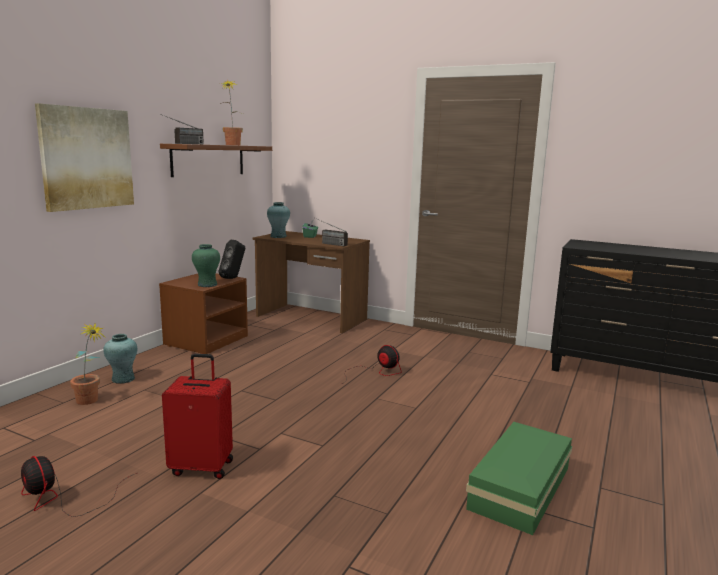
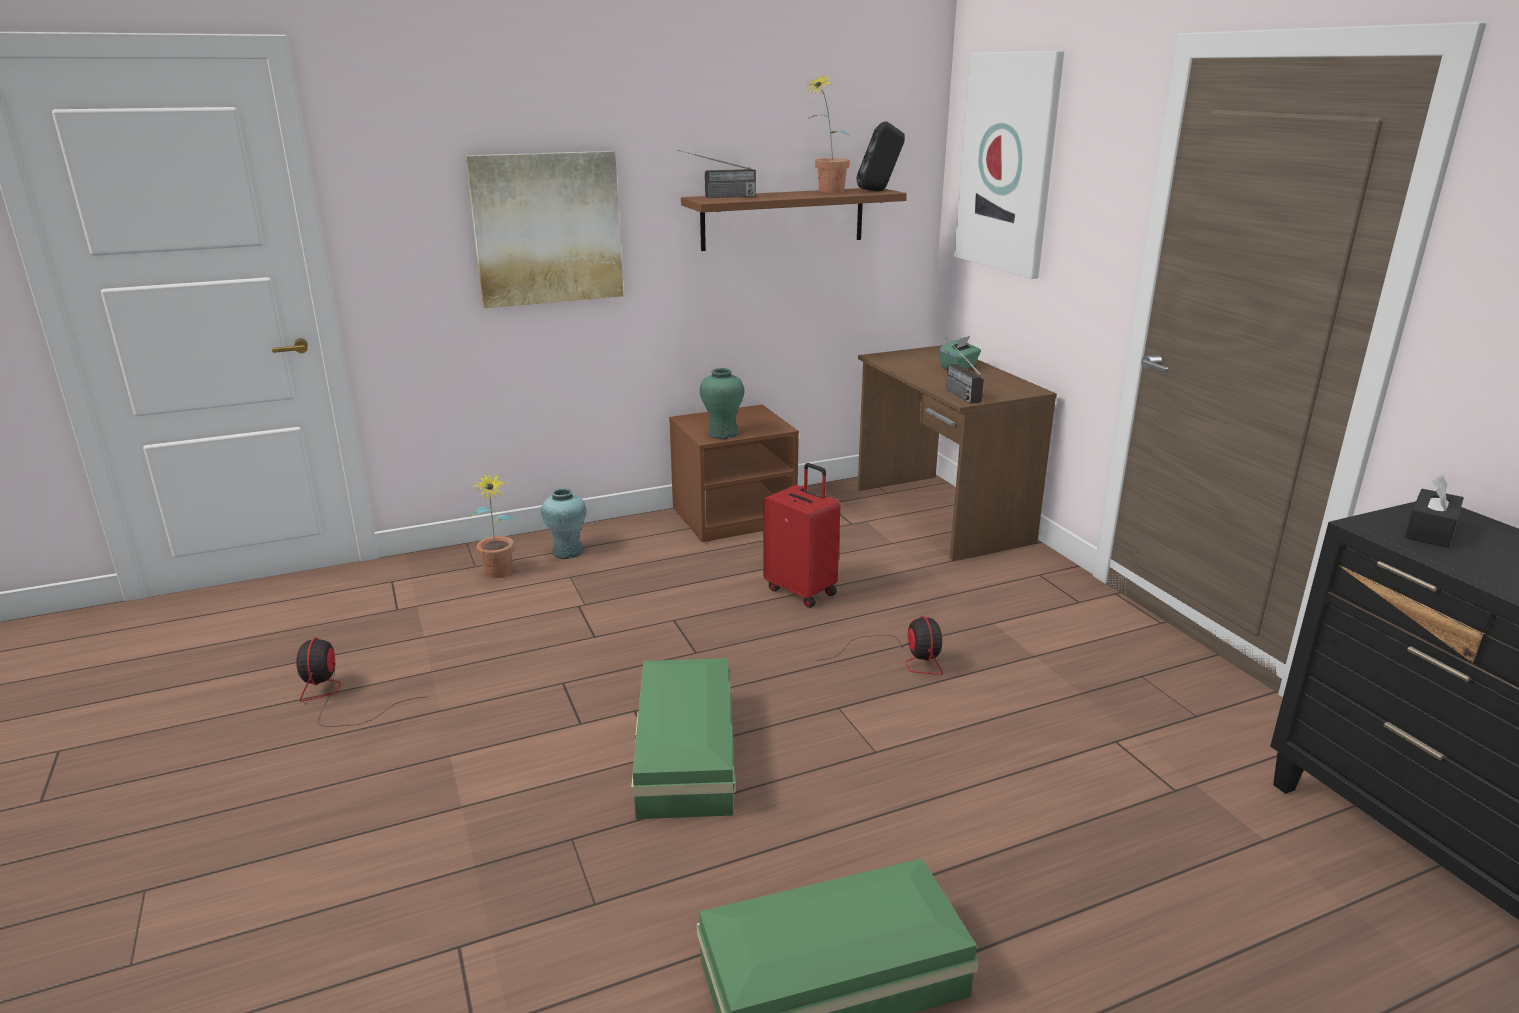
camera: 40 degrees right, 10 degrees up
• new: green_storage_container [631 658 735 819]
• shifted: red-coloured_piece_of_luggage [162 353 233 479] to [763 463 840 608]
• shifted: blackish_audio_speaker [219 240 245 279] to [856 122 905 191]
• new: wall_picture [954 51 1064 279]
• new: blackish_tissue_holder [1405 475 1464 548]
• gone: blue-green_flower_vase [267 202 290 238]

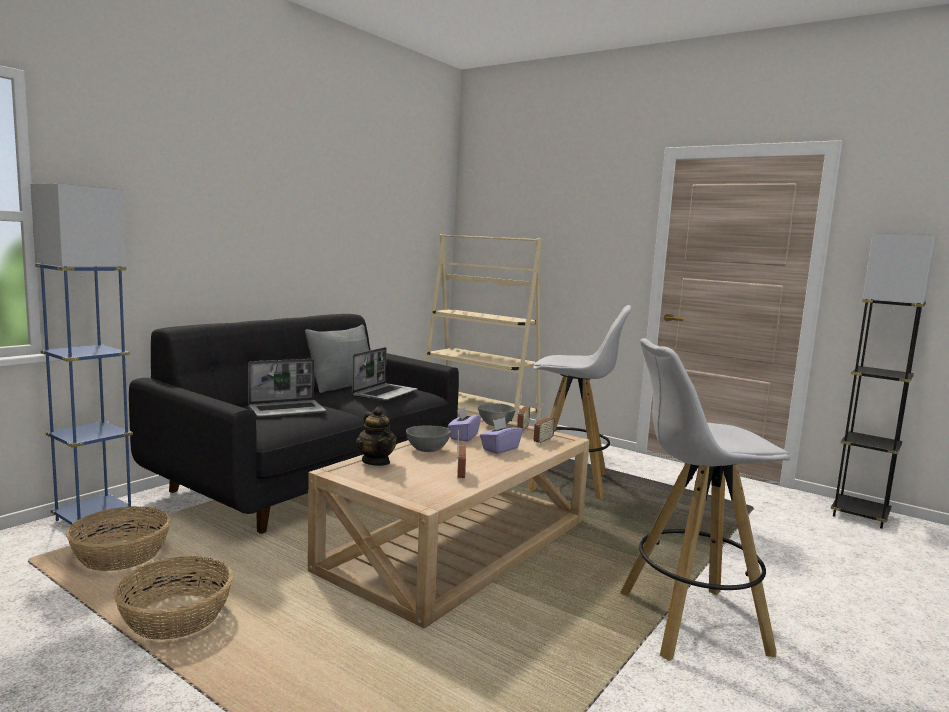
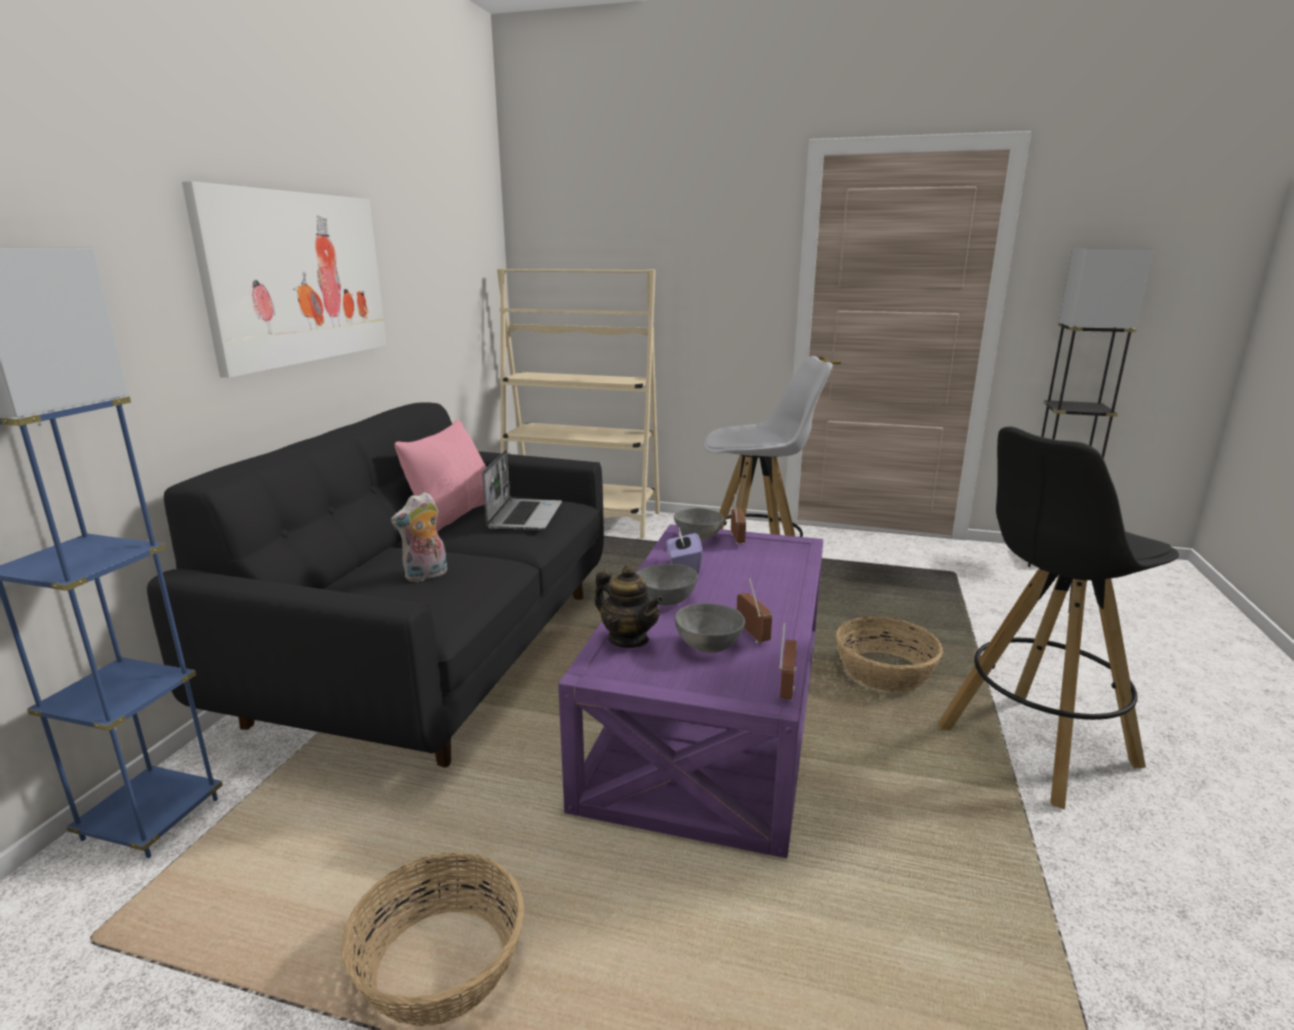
camera: 20 degrees left, 10 degrees up
• new: wall_picture [182 181 387 378]
• swapped: laptop [248 359 326 418] to plush_toy [391 492 447 582]
• repainted: gray_pillow [305 325 369 393] to pink_pillow [395 419 486 532]
• repainted: beige-coloured_low_table [308 418 590 629] to purplish_low_table [558 524 823 858]
• new: gray_serving_bowl [675 603 745 653]
• shifted: radio_set [534 403 555 444] to [779 623 797 700]
• shifted: storage_basket [66 506 170 571] to [836 616 943 692]
• repainted: whitish_stool_seat [620 338 790 661] to blackish_stool_seat [937 427 1179 810]
• gone: purplish_tissue_holder [480 418 523 454]

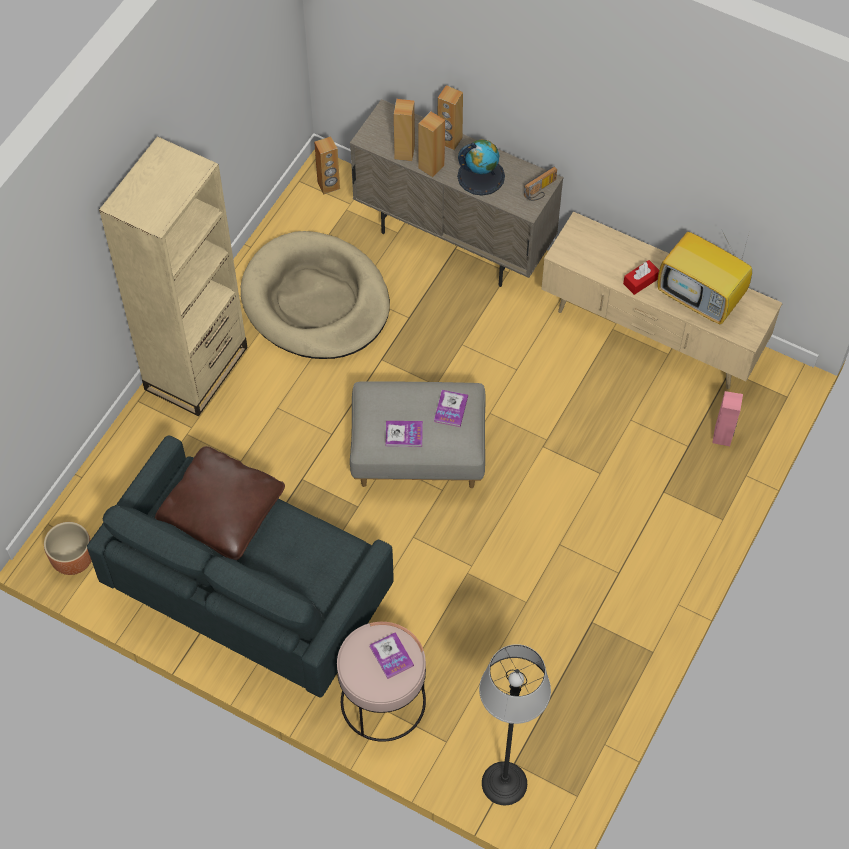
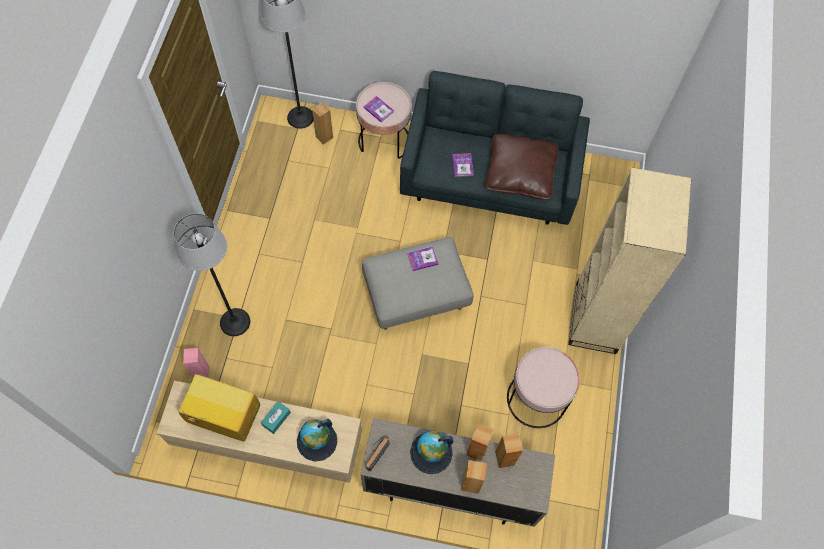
camera: 160 degrees right, 5 degrees up
• new: floor_lamp [174 213 250 336]
• repainted: red-coloured_tissue_holder [623 260 659 295] to blue-green_tissue_holder [261 401 291 434]
• new: globe [297 419 337 461]
• shifted: brown_audio_speaker [314 136 340 194] to [312 103 333 145]
• shifted: volume [434 390 468 427] to [452 153 474 177]
• swapped: beige-coloured_dog_bed [241 231 390 359] to pink_accent_table [507 347 580 428]
• gone: brown_planter [44 522 92 575]

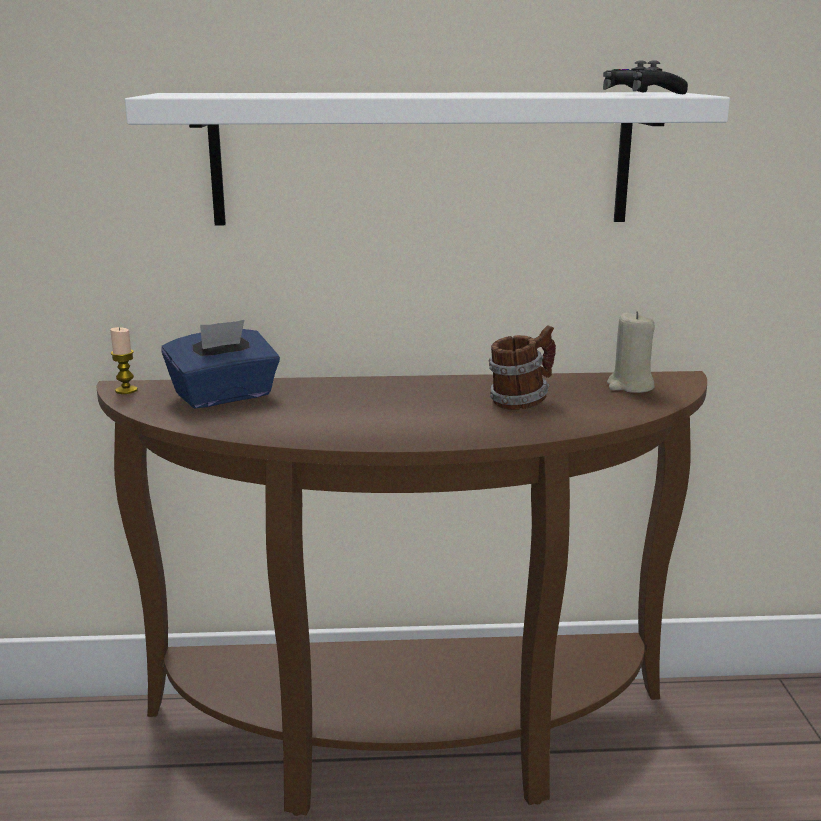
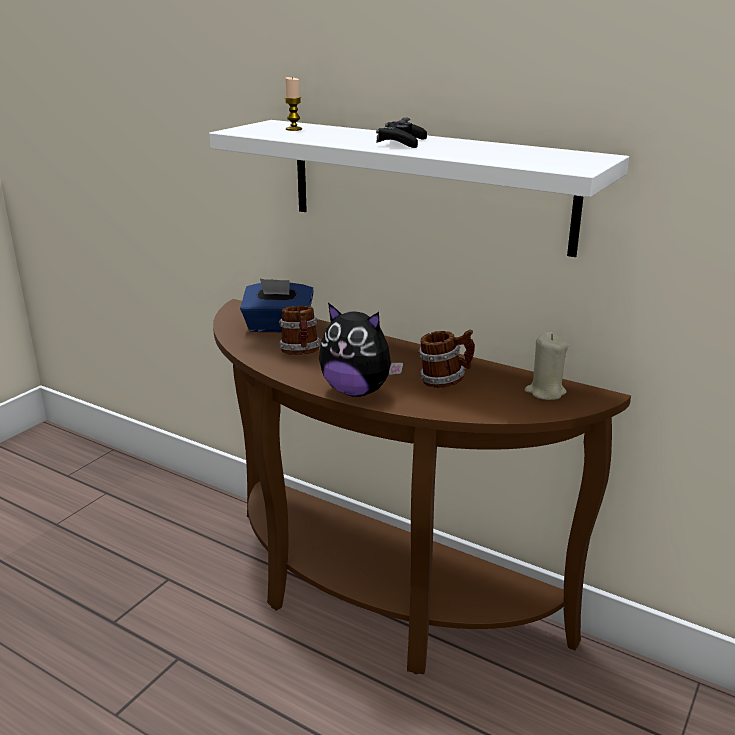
camera: 35 degrees right, 5 degrees up
• new: tea_mug [279 306 321 355]
• shifted: wax_candle [110 327 138 394] to [284 77 302 131]
• new: plush_toy [319 303 403 397]
• shifted: blackish_game_controller [603 60 688 94] to [376 117 427 148]

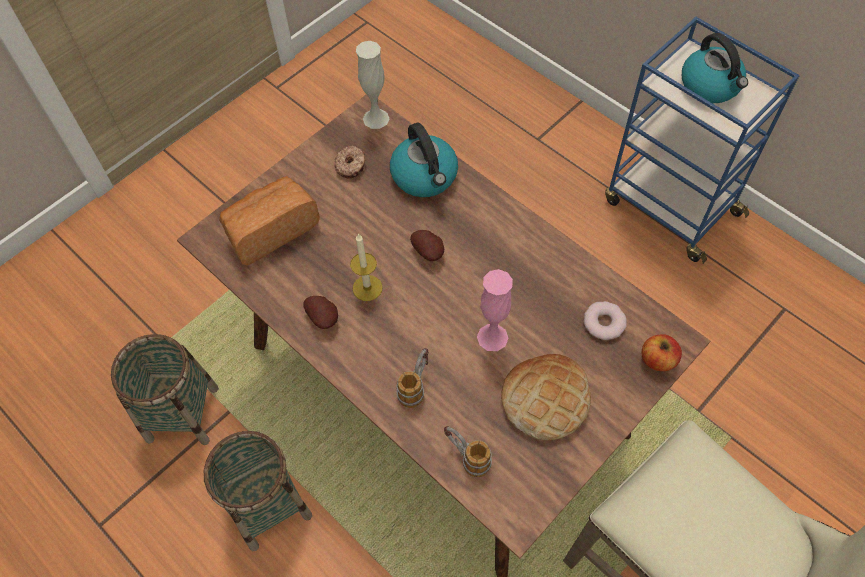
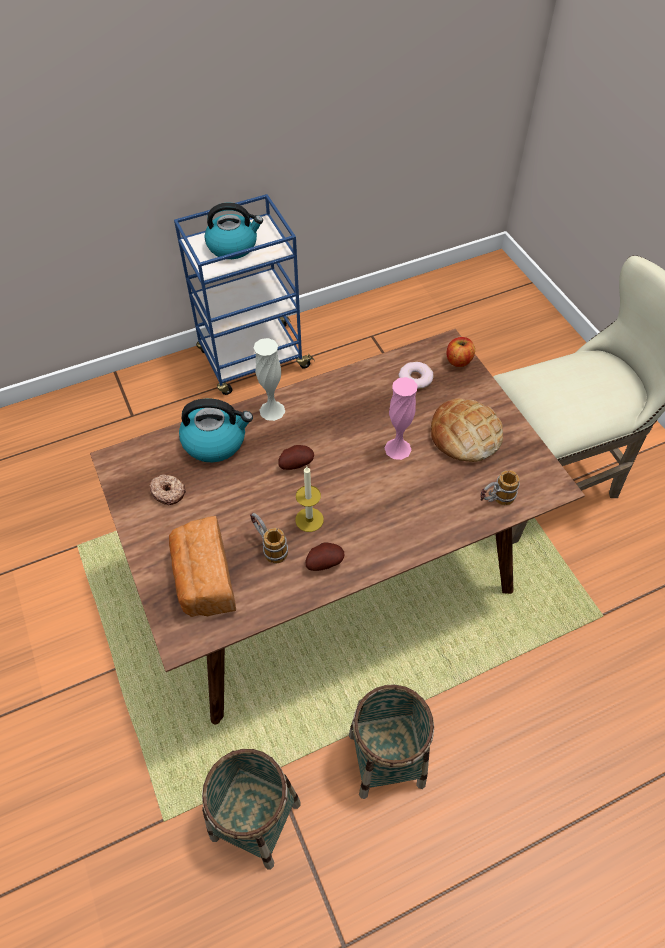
camera: 70 degrees left, 5 degrees down
• shifted: tea_mug [396 348 429 408] to [250 512 288 564]
• shifted: whitish_flower_vase [356 41 389 129] to [253 338 285 421]

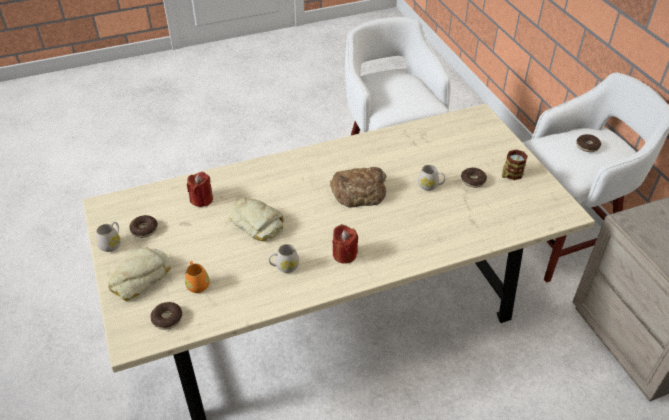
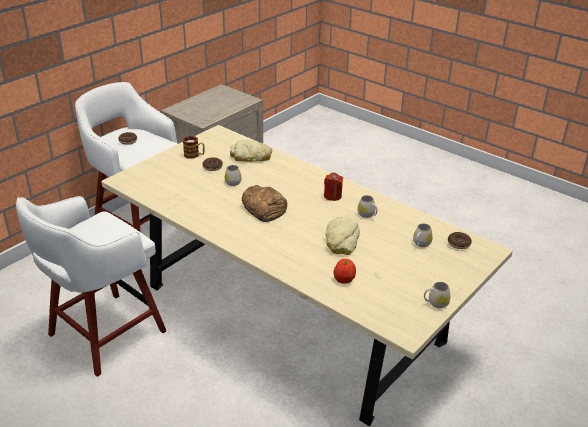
camera: 120 degrees left, 10 degrees down
• shifted: bakery_bread [108 247 171 301] to [230 140 272 162]
• swapped: red-coloured_wax_candle [187 172 213 207] to whole_apple [333 259 356 284]
• repainted: orange-coloured_tea_mug [185 261 210 293] to whitish_tea_mug [413 223 433 247]
• gone: donut [129 215 158 238]

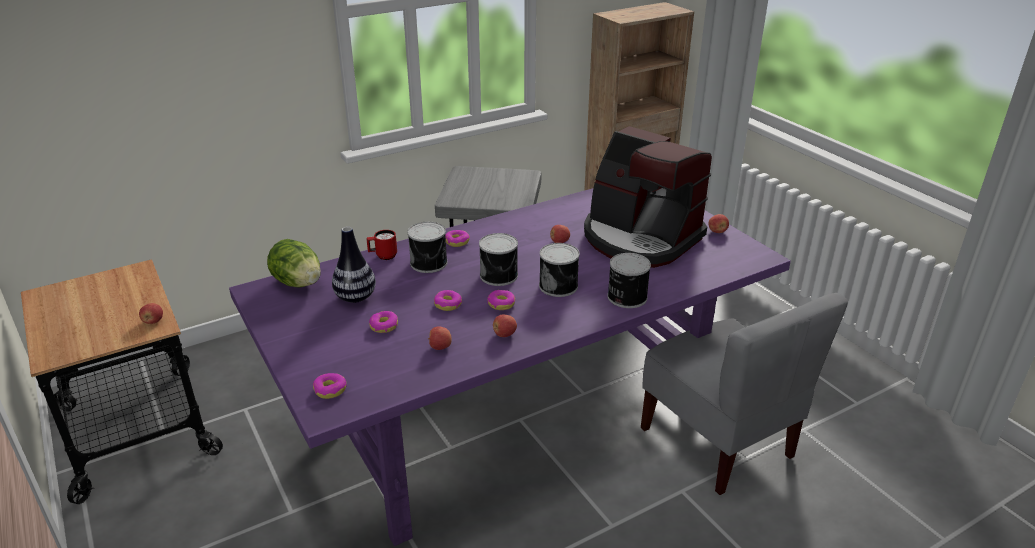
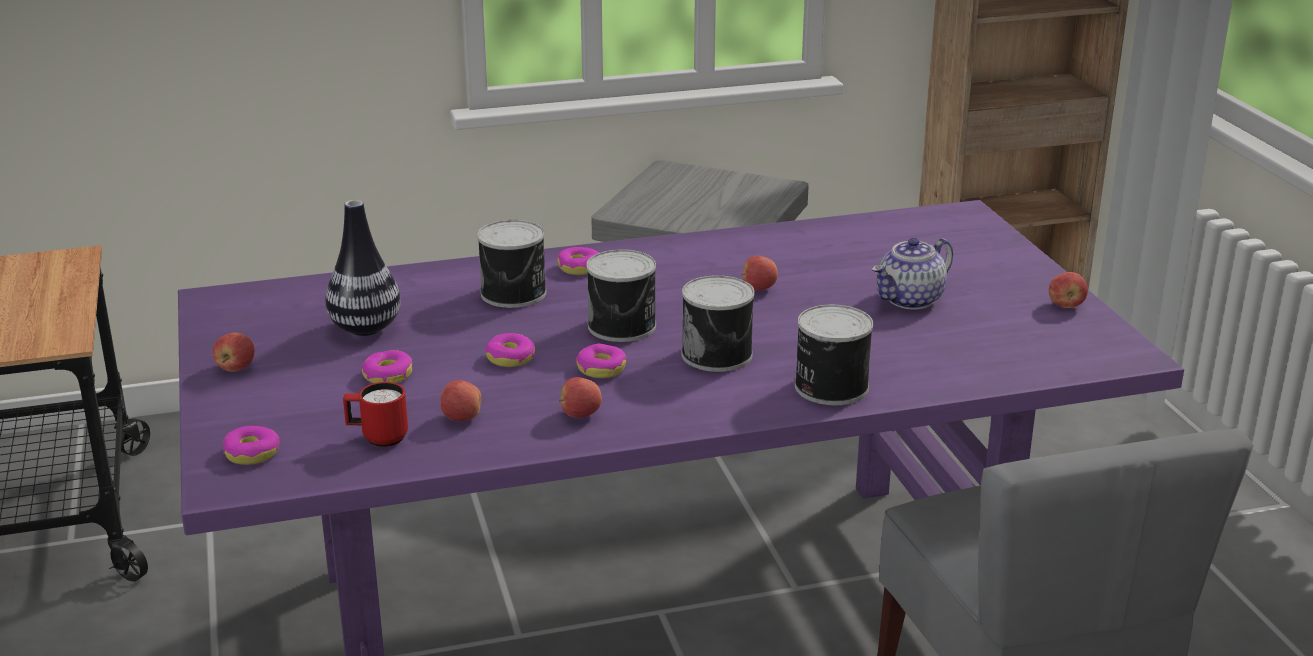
camera: 15 degrees right, 5 degrees down
• shifted: whole_apple [139 303 163 324] to [213 333 255 372]
• shifted: red-coloured_tea_mug [367 230 397 260] to [343 382 408 447]
• swapped: coffee_brewer [584 126 712 268] to teapot [871 238 953 309]
• gone: head_of_lettuce [267 239 321 287]

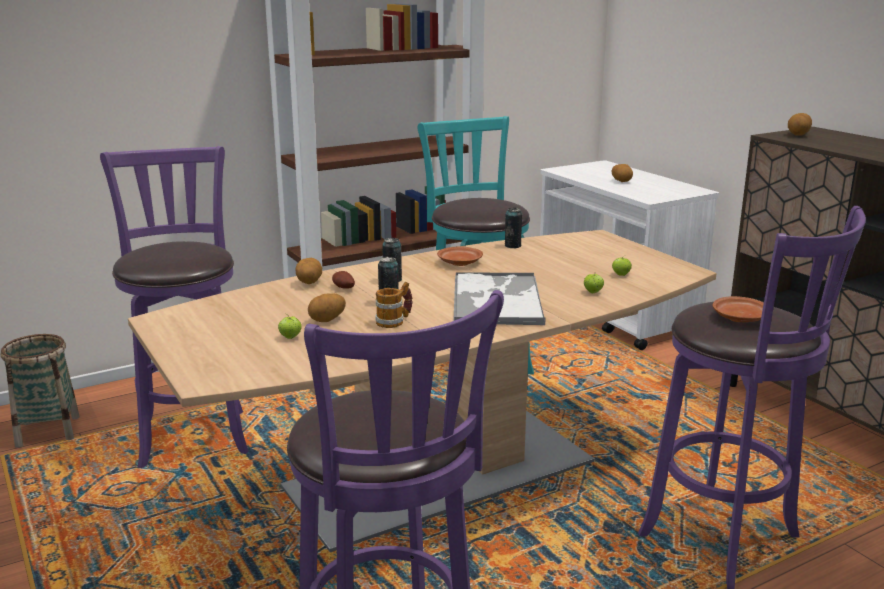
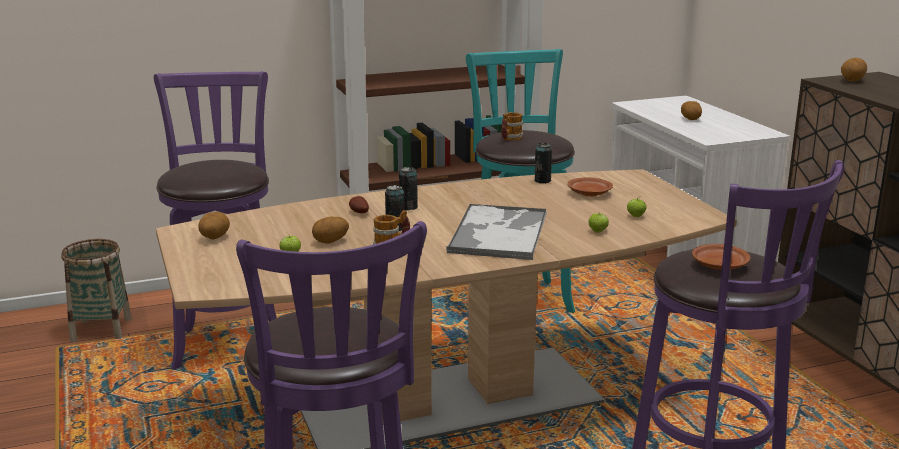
camera: 10 degrees right, 0 degrees up
• shifted: whole_potato [296 258 322 284] to [198 212 230 240]
• new: tea_mug [501 112 524 141]
• shifted: brown_flat_dish [437 247 483 266] to [567 177 613 197]

